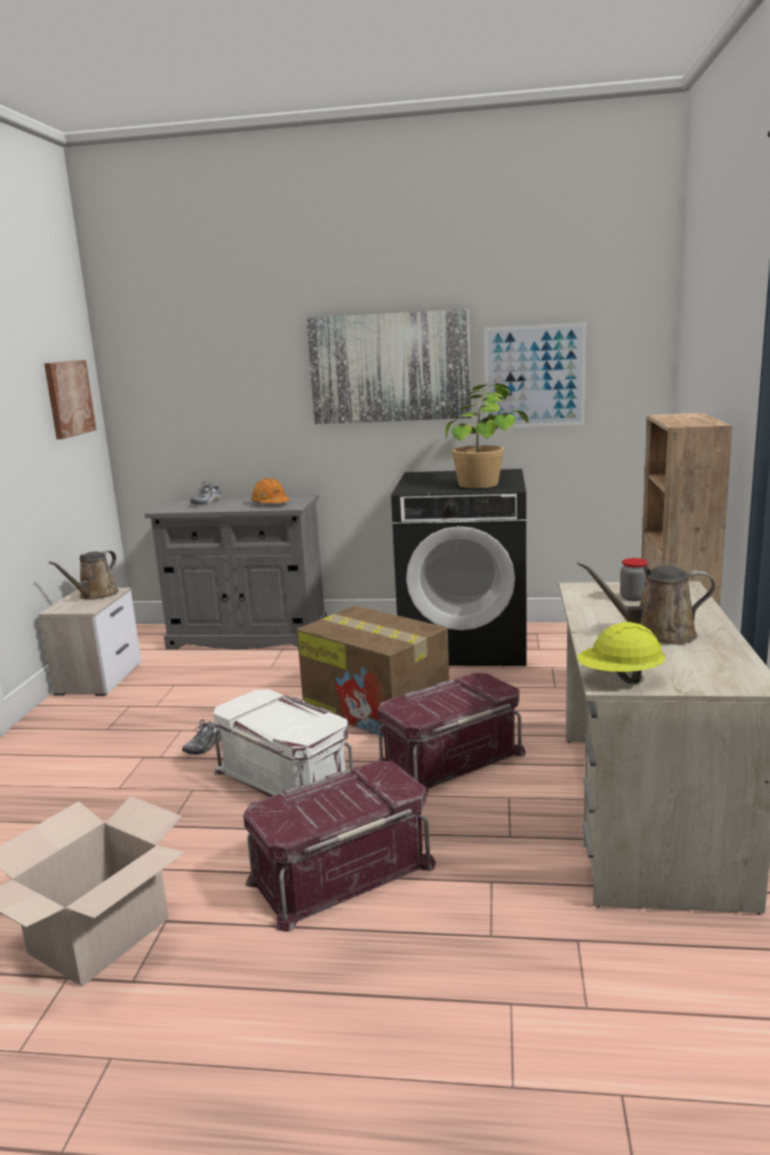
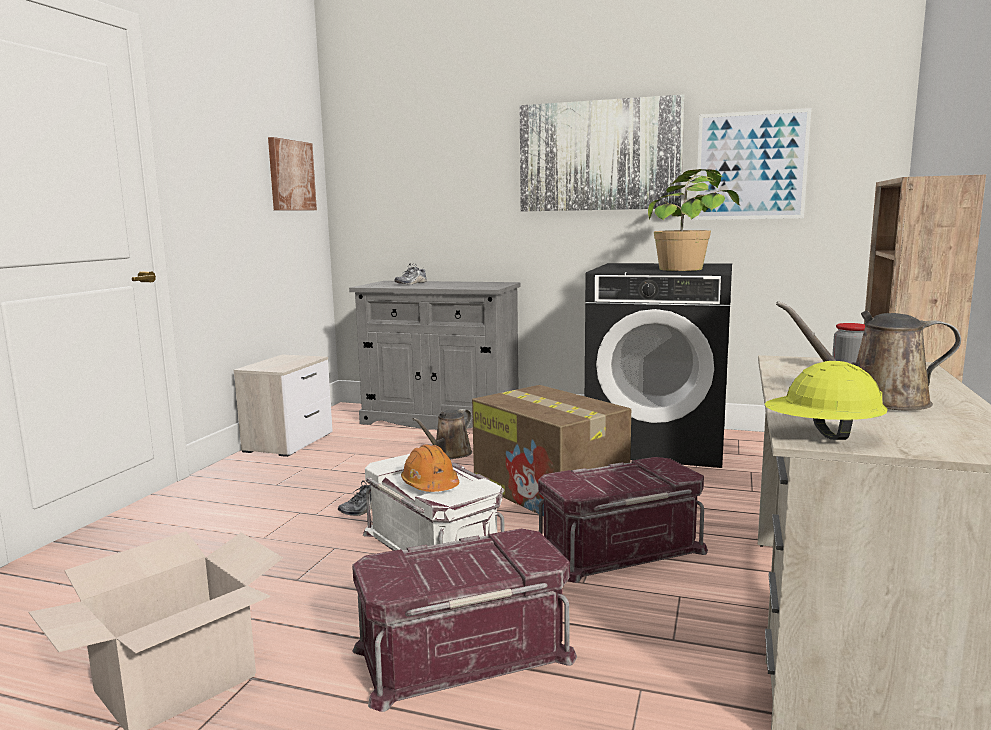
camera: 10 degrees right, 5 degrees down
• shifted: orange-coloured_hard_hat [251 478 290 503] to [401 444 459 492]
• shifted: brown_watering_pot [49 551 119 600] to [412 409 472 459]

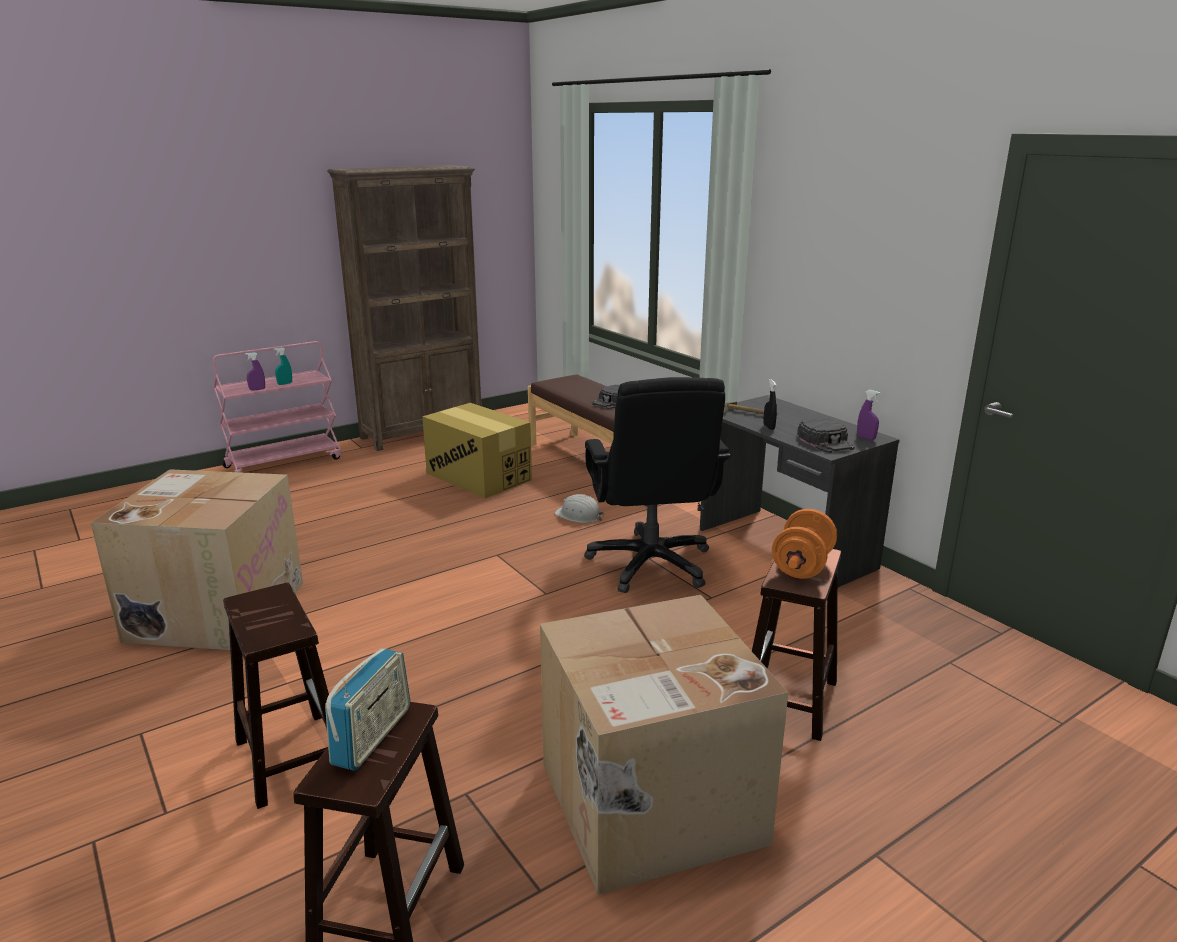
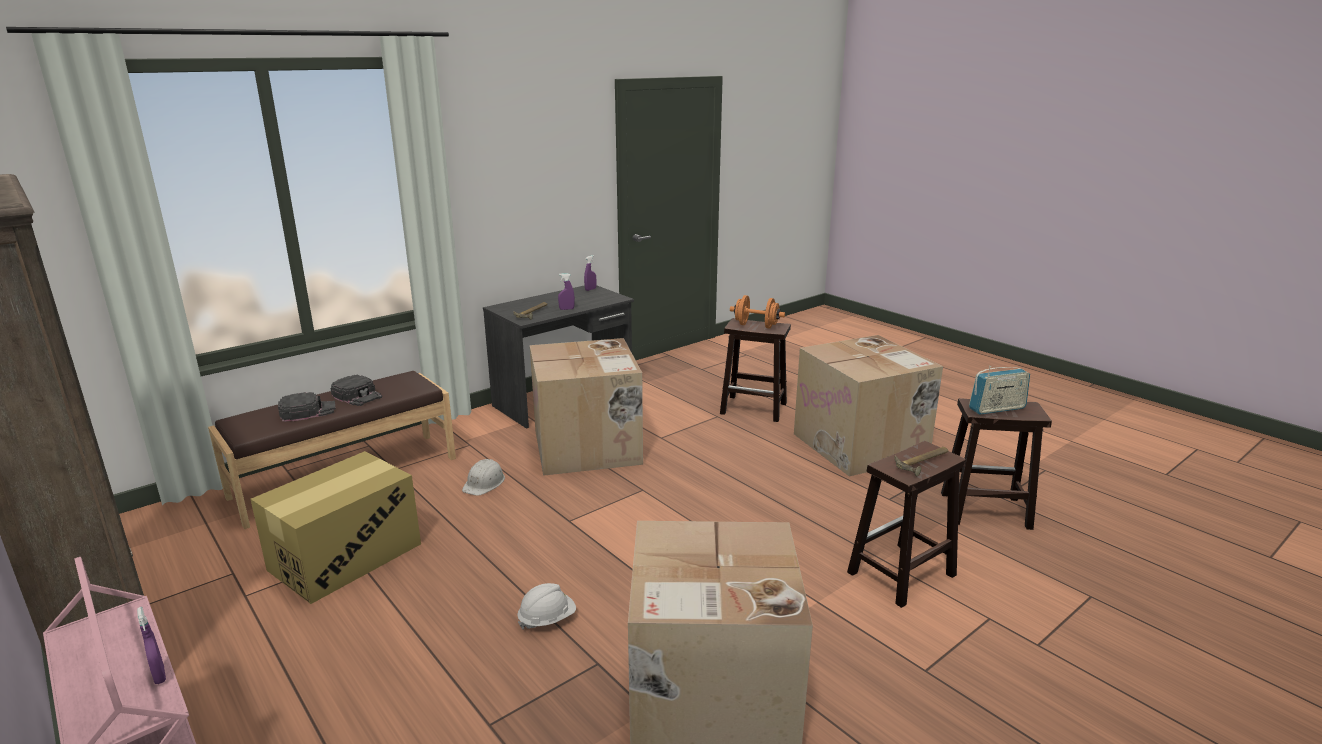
camera: 95 degrees left, 0 degrees up
• shifted: blackish_peaked_cap [797 418 855 453] to [278 392 336 422]
• new: whitish_hard_hat [517 583 576 629]
• swapped: blackish_desk_chair [584 377 731 593] to packing_box [530 338 643 476]
• repainted: blackish_spray_bottle [764 379 777 430] to purplish_spray_bottle [558 273 575 310]
• new: tool_hammer [894 447 948 476]
• rotated: radio_set [325 648 410 771] = [969 366 1030 415] 150 degrees clockwise
• gone: blue-green_spray_bottle [274 347 292 385]

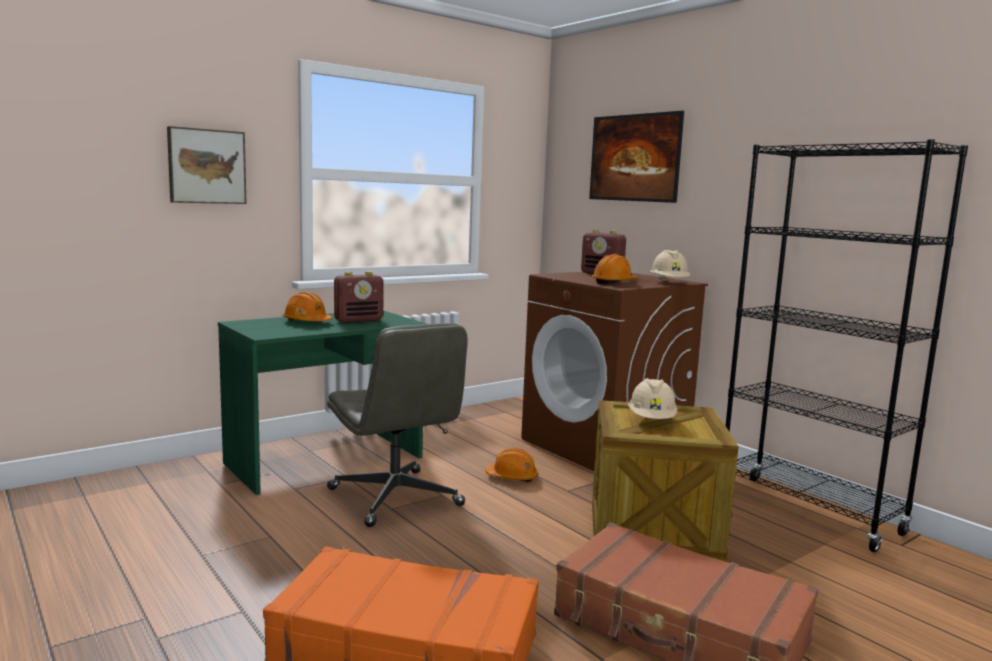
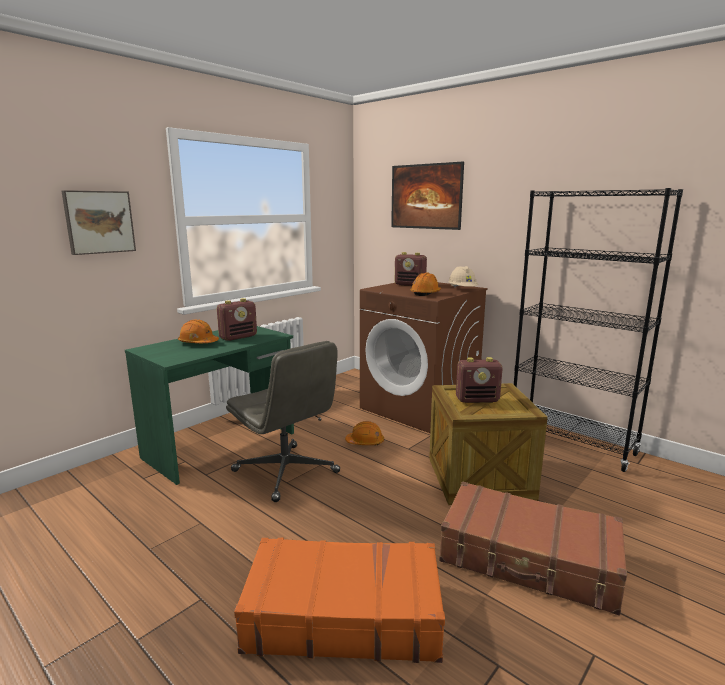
camera: 10 degrees left, 5 degrees up
• swapped: beige-coloured_hard_hat [628 378 677 419] to radio_set [456 357 503 403]

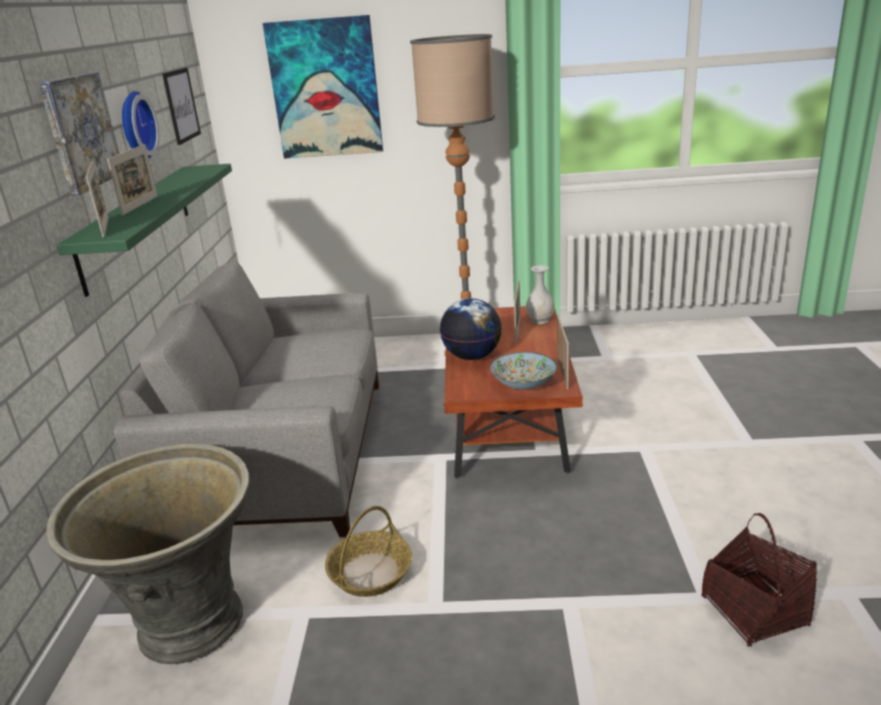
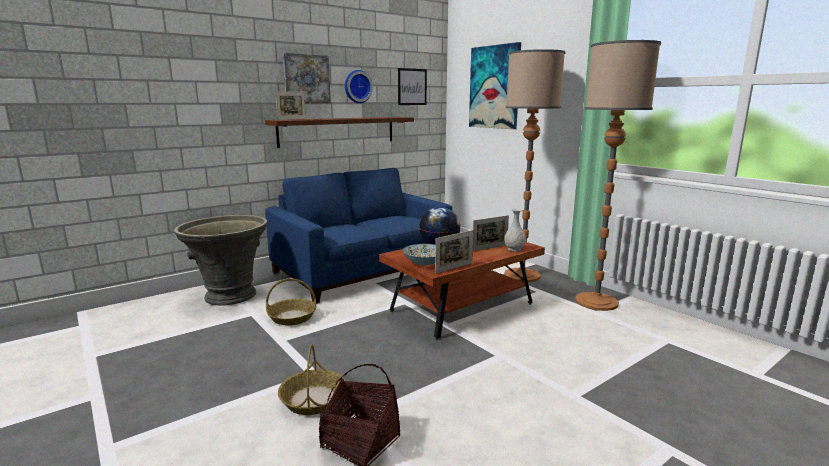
camera: 50 degrees right, 10 degrees down
• repainted: green_wall_shelf [56 164 232 297] to brown_wall_shelf [265 117 414 148]
• repainted: gray_sofa [114 262 379 537] to bluish_sofa [265 168 452 304]
• new: storage_basket [278 344 345 415]
• new: floor_lamp [575 40 661 311]
• gone: standing_frame [107 144 158 215]

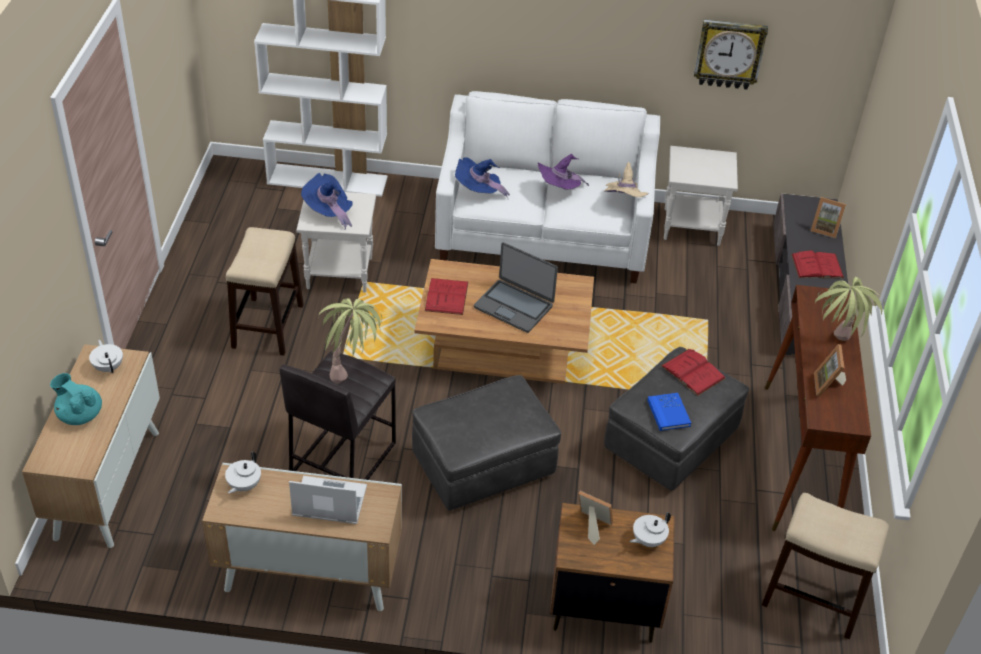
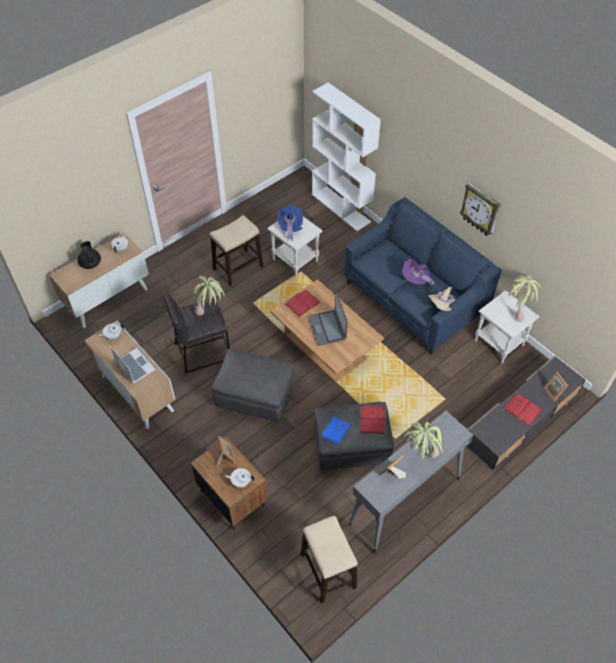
camera: 45 degrees right, 10 degrees up
• repainted: blue-green_teapot [50 373 102 425] to blackish_teapot [77 241 101 269]
• repainted: whitish_sofa [435 91 660 283] to bluish_sofa [344 197 502 355]
• repainted: brown_console_table [765 285 871 531] to gray_console_table [349 411 473 553]
• shifted: hanging_clock [694 20 768 89] to [460 182 501 236]
• new: plant_in_a_pot [508 275 541 322]
• gone: bluish_clothing_hat [455 157 510 198]

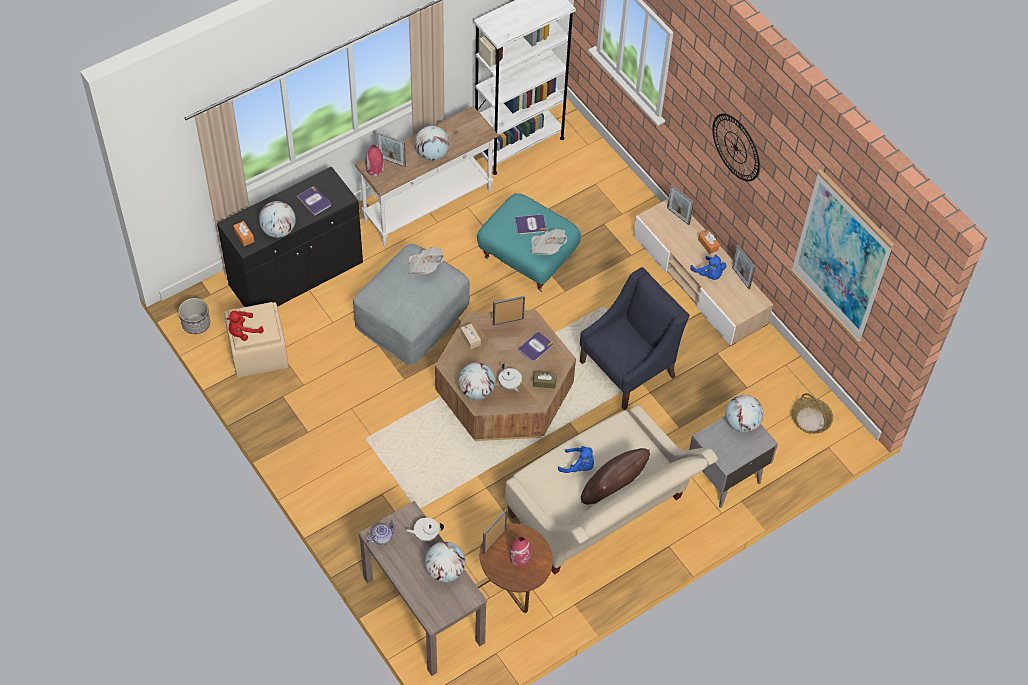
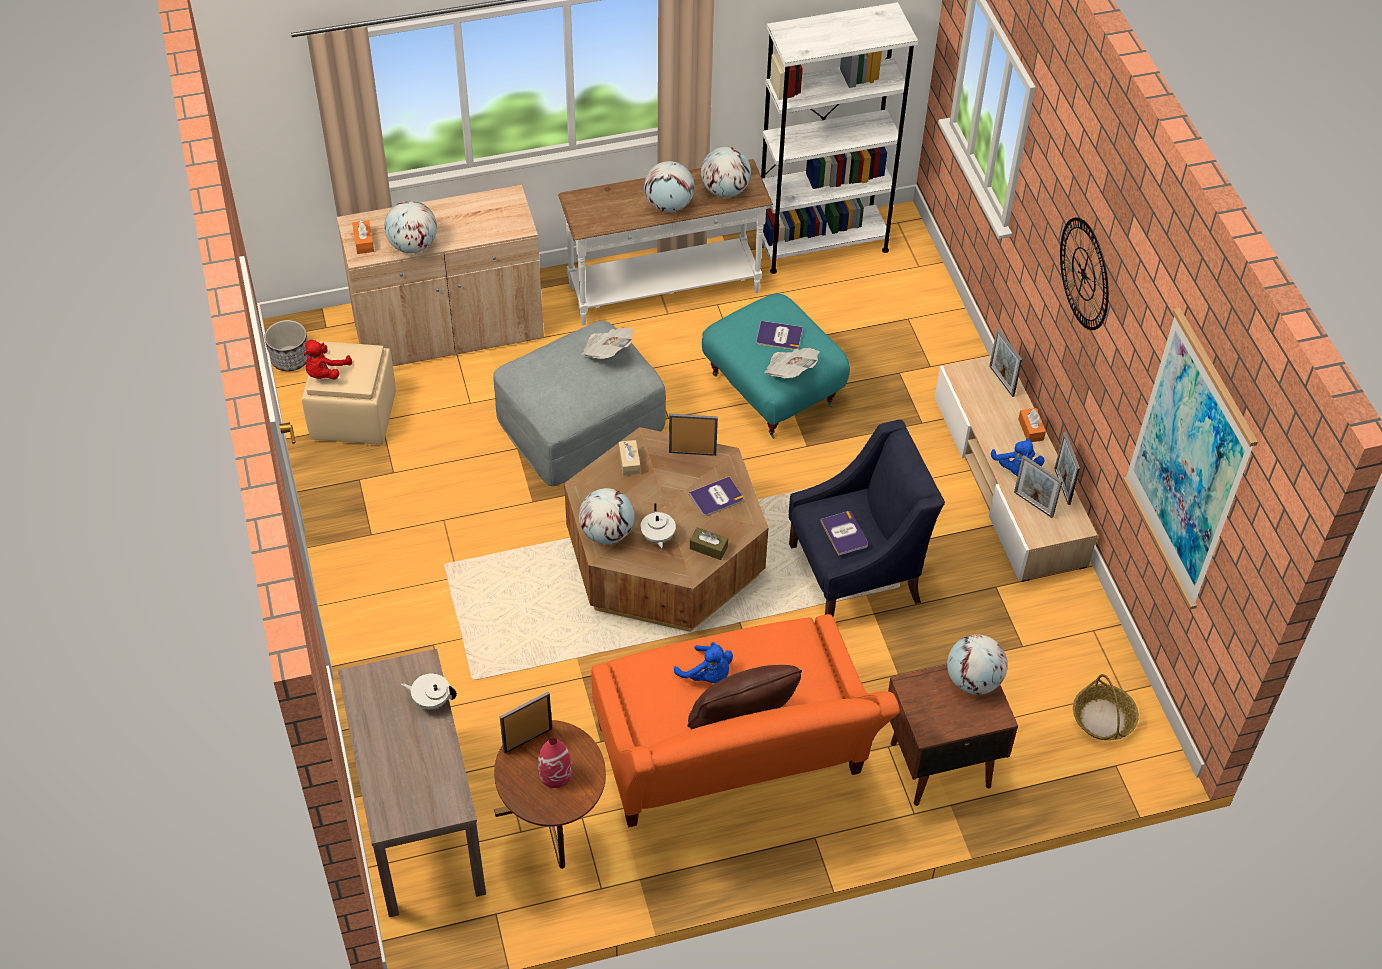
camera: 20 degrees right, 5 degrees down
• rotated: red-coloured_plush_toy [227 310 264 341] = [304 340 352 379] 45 degrees counterclockwise
• repainted: blackish_cupboard [217 166 363 307] to beige-coloured_cupboard [337 185 544 366]
• repainted: beige-coloured_sofa [505 405 718 575] to orange-coloured_sofa [591 614 900 827]
• shifted: globe [425 542 465 583] to [701 147 751 198]
• shifted: volume [297 186 331 216] to [820 511 868 556]
• repainted: gray_nightstand [689 416 778 508] to brown_nightstand [888 664 1018 806]
• shifted: standing_frame [376 132 406 167] to [1014 455 1063 518]
• gone: red-coloured_flower_vase [366 144 384 176]
• gone: teapot [367 523 397 545]

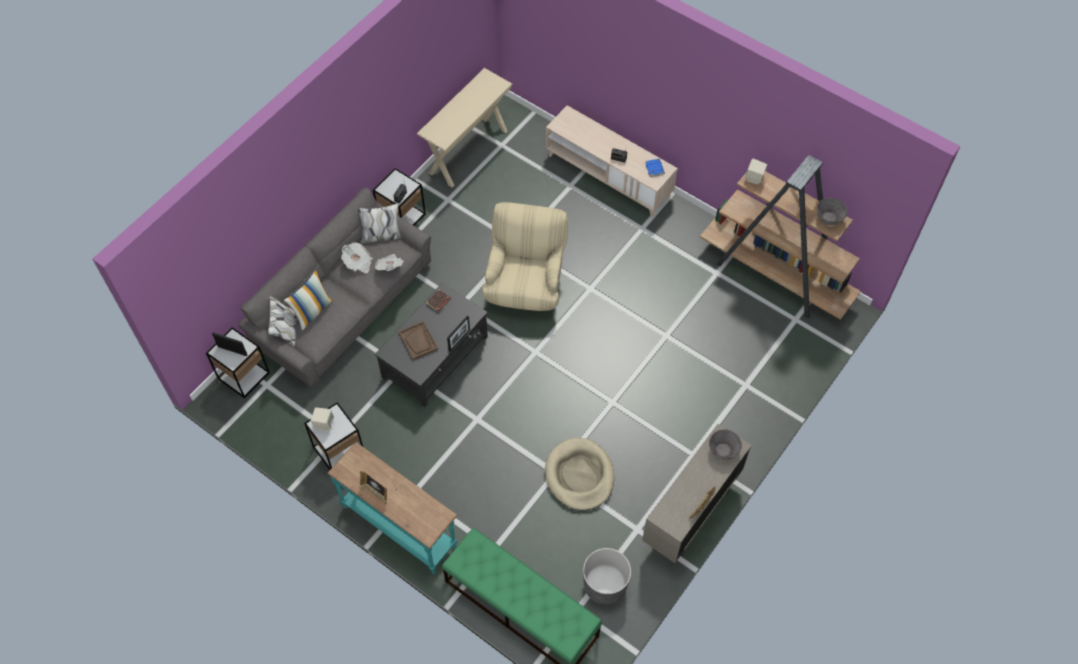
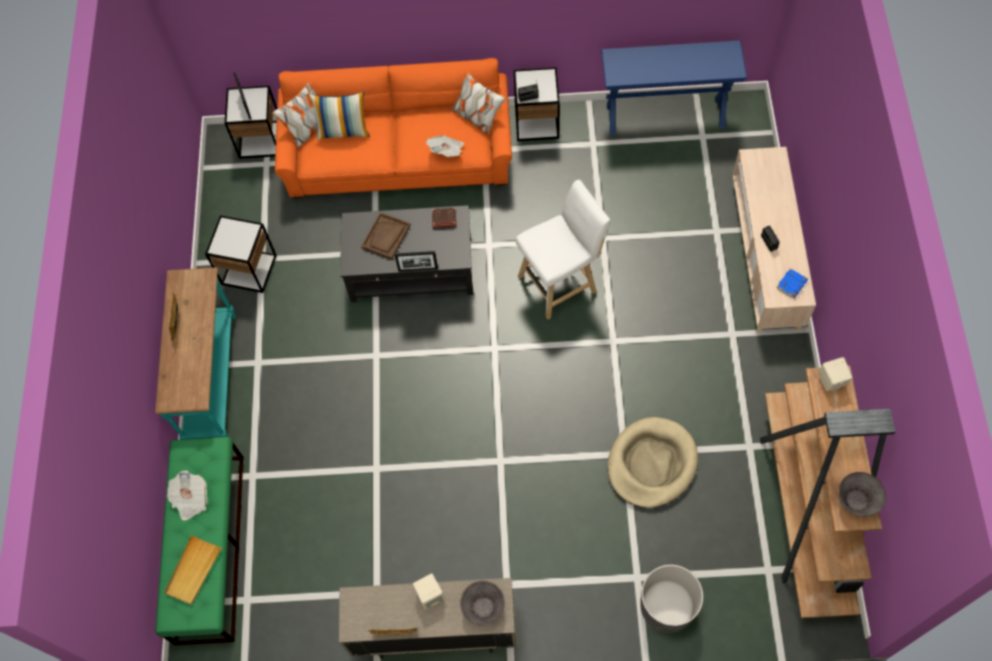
camera: 55 degrees right, 5 degrees up
• new: beige-coloured_tray [164 535 222 605]
• shifted: newspaper [341 242 373 273] to [167 471 207 521]
• repainted: gray_sofa [239 188 431 387] to orange-coloured_sofa [273 58 512 198]
• shifted: beige-coloured_audio_speaker [311 407 334 431] to [413 573 445 610]
• swapped: beige-coloured_easy_chair [482 202 568 311] to whitish_stool_seat [516 180 610 319]
• repainted: beige-coloured_console_table [417 68 513 187] to bluish_console_table [601 40 747 136]
• shifted: beige-coloured_dog_bed [545 438 614 510] to [608 417 698 508]
• shifted: gray_planter [583 548 631 605] to [640 565 703 633]

